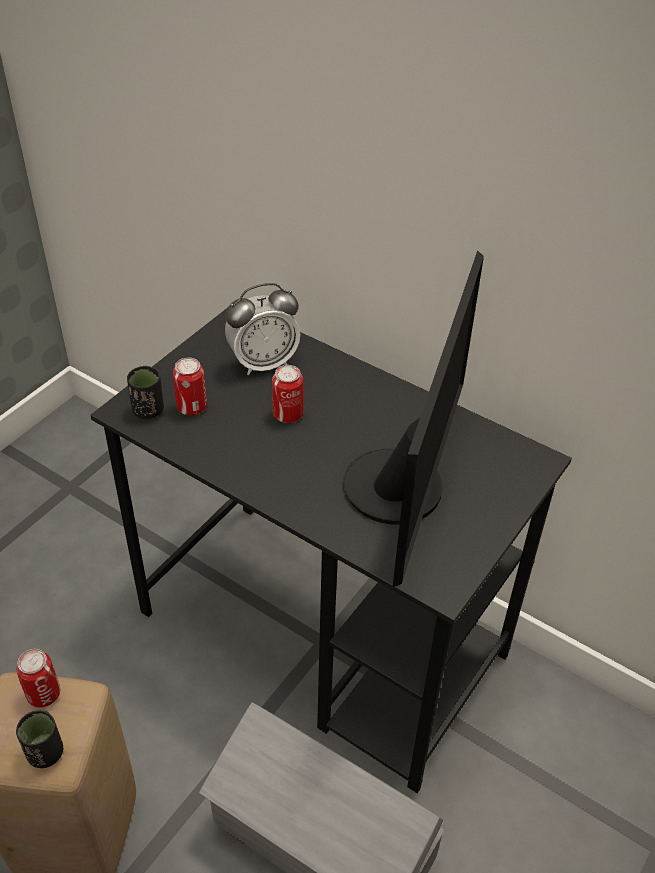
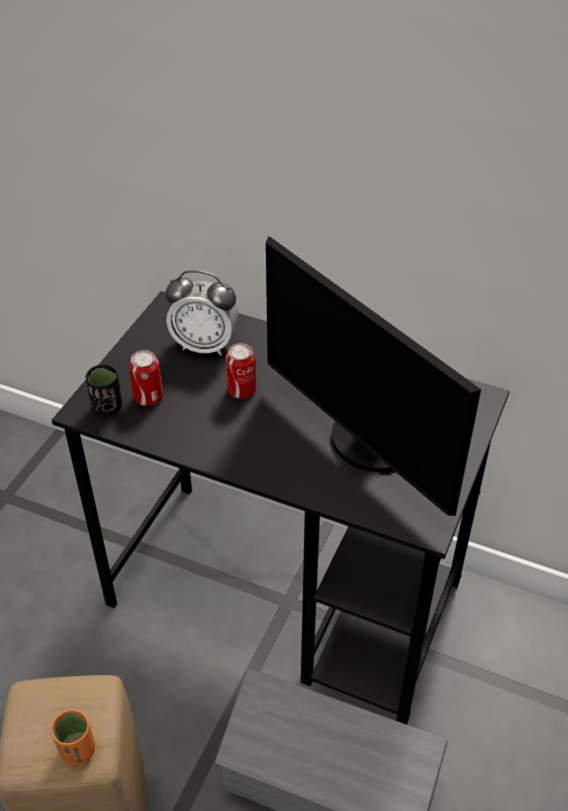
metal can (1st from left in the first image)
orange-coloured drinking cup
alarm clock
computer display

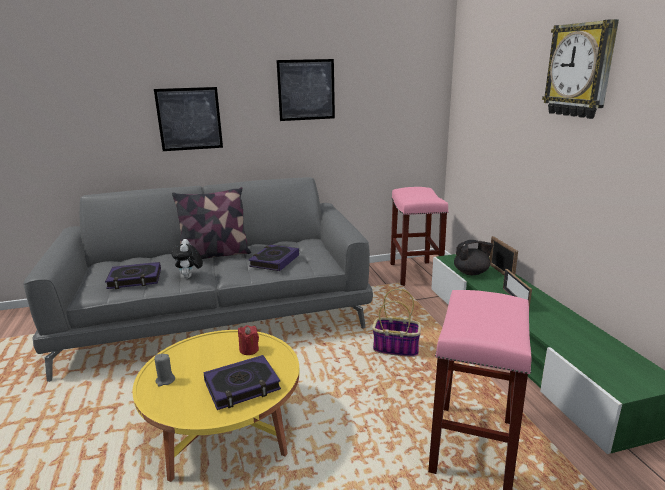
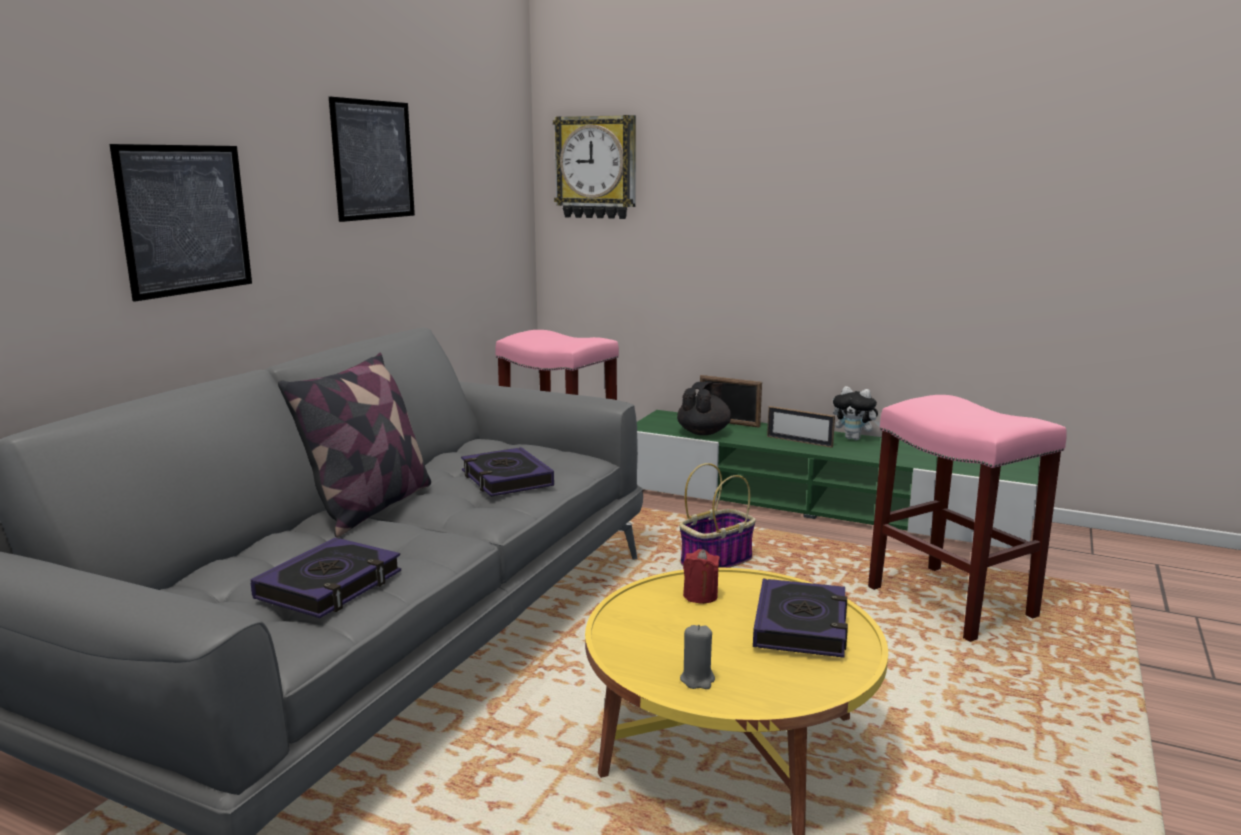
soft toy
wall clock

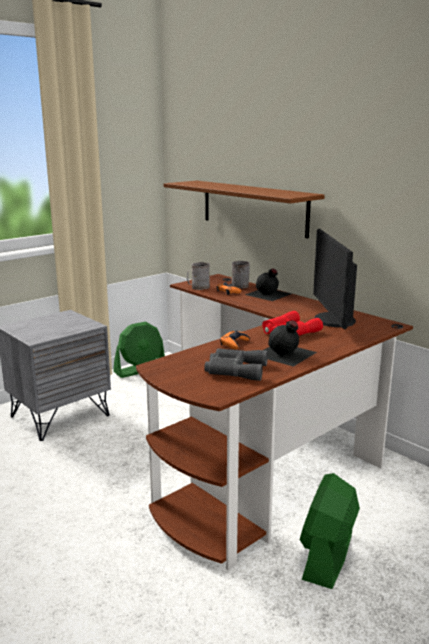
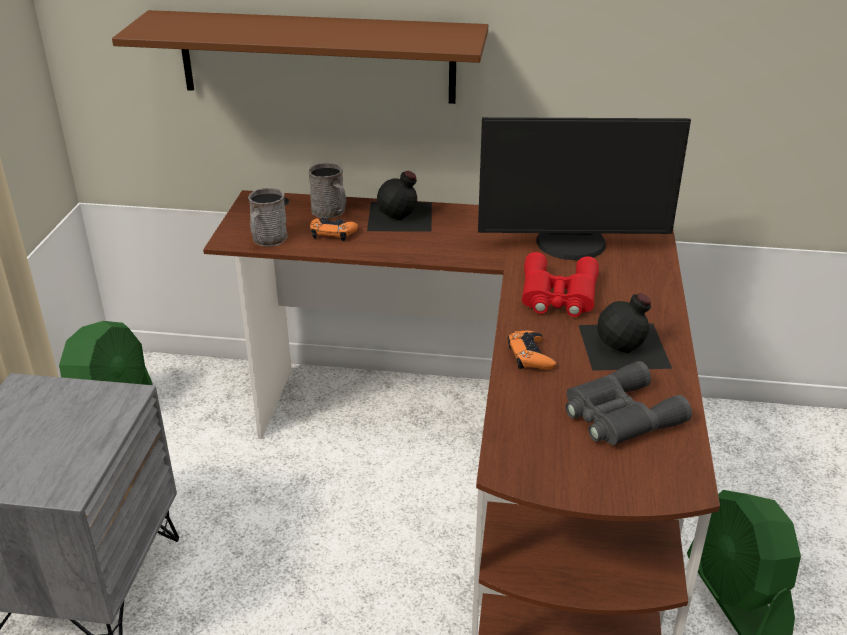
computer display

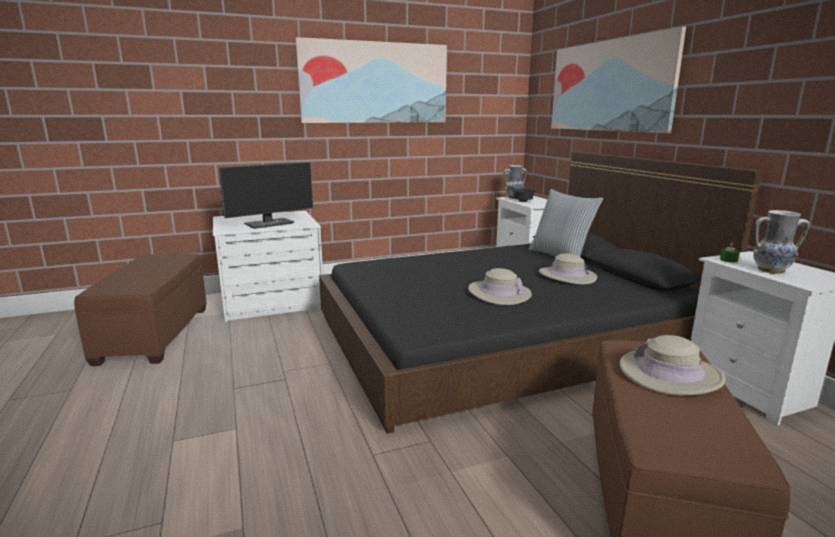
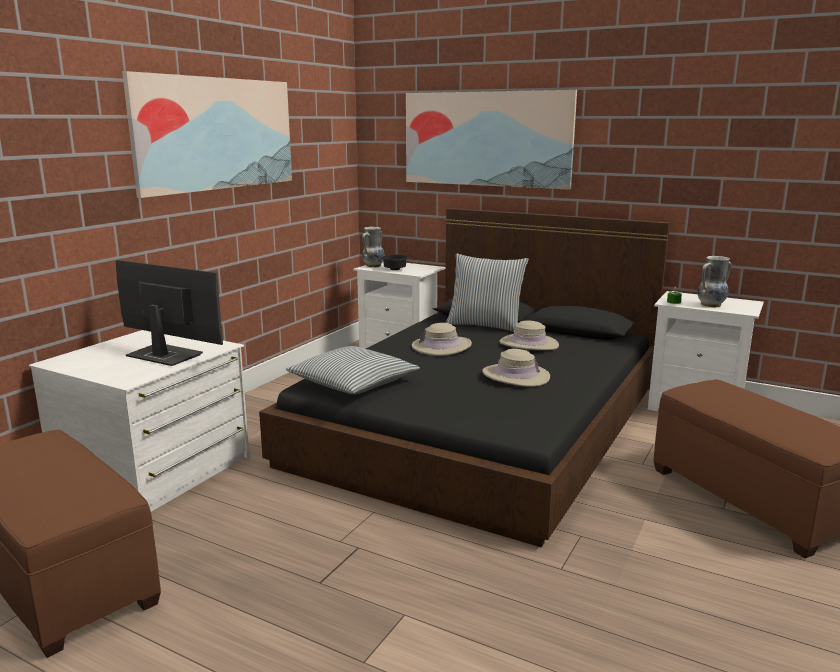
computer display
beige-coloured clothing hat (1st from left)
throw pillow (1st from left)

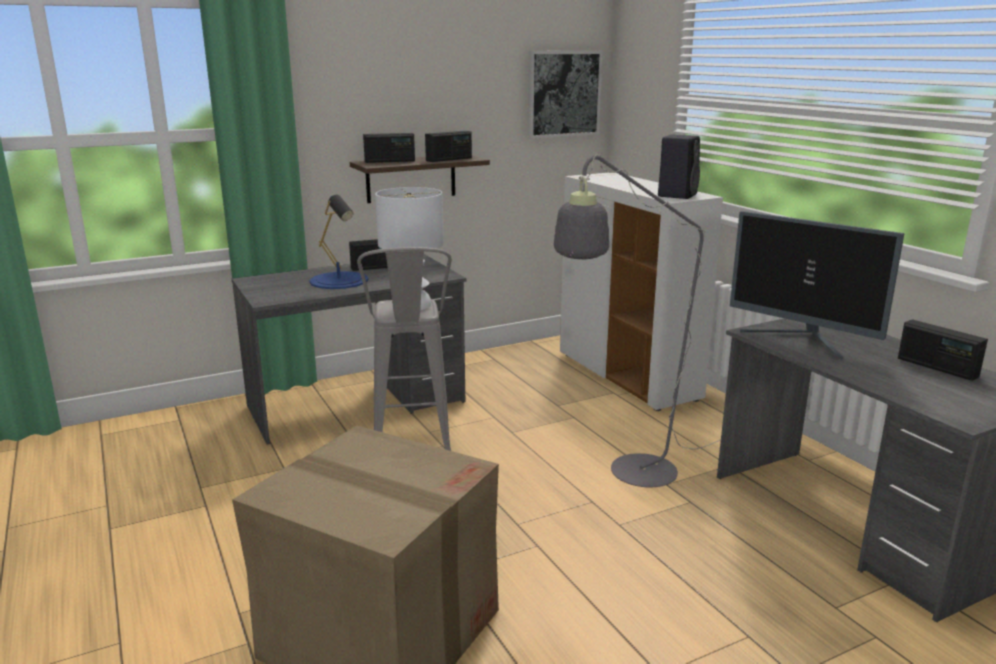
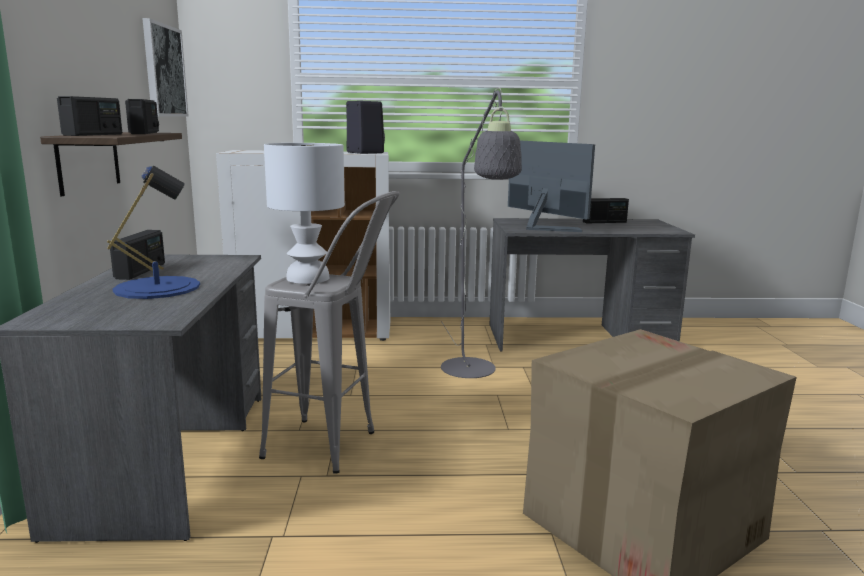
computer display

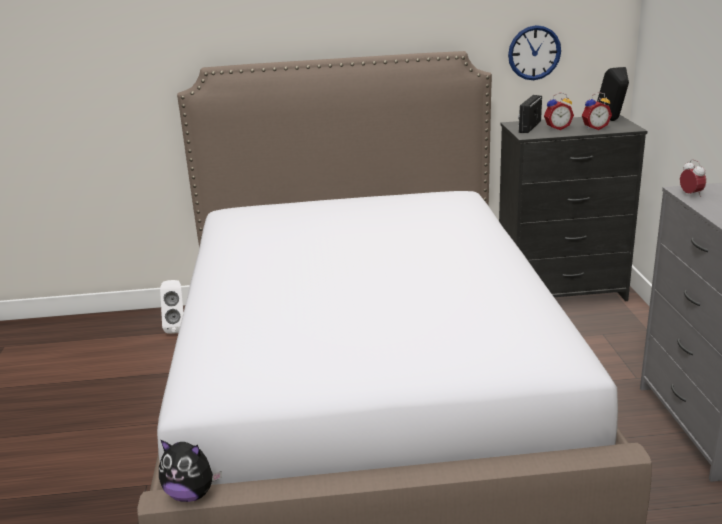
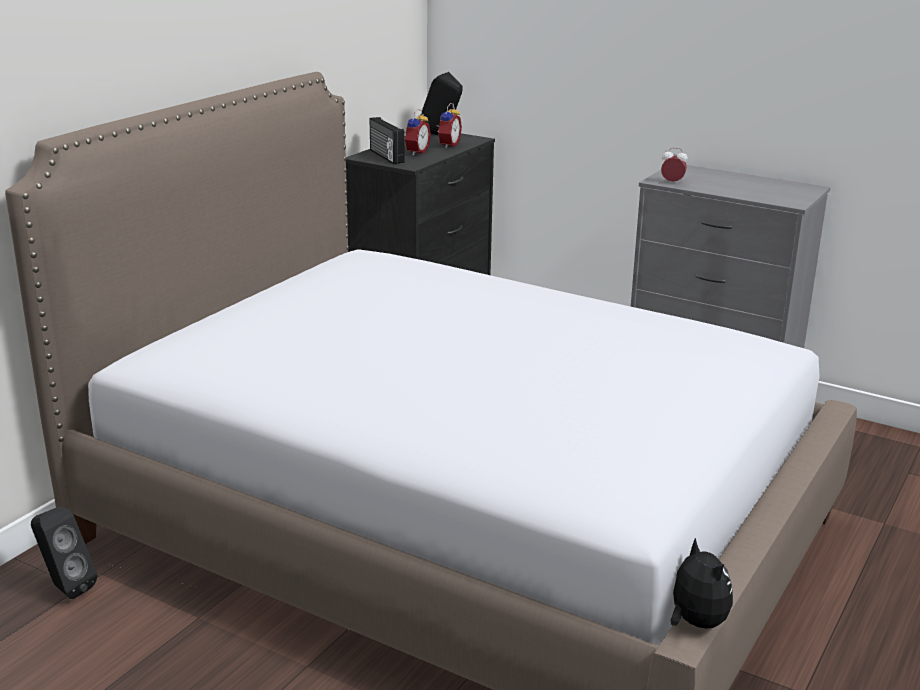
soft toy
blackish audio speaker (1st from left)
wall clock

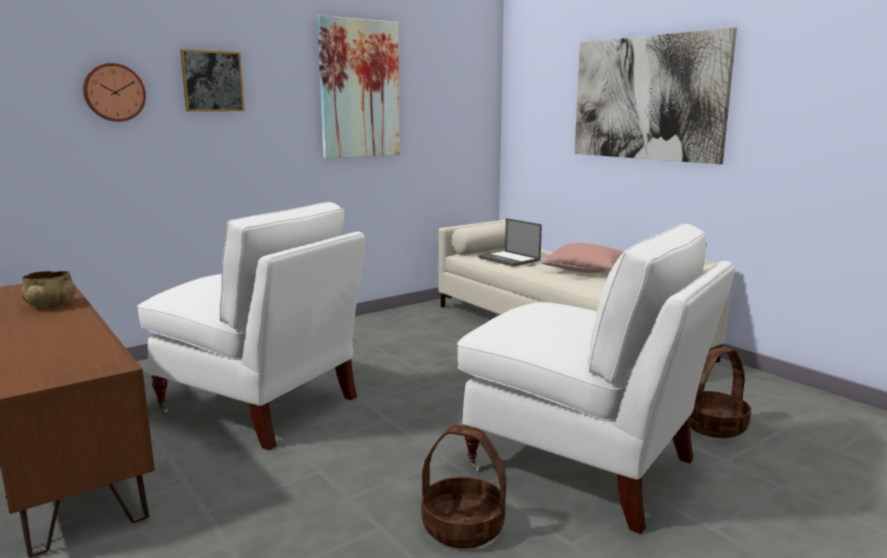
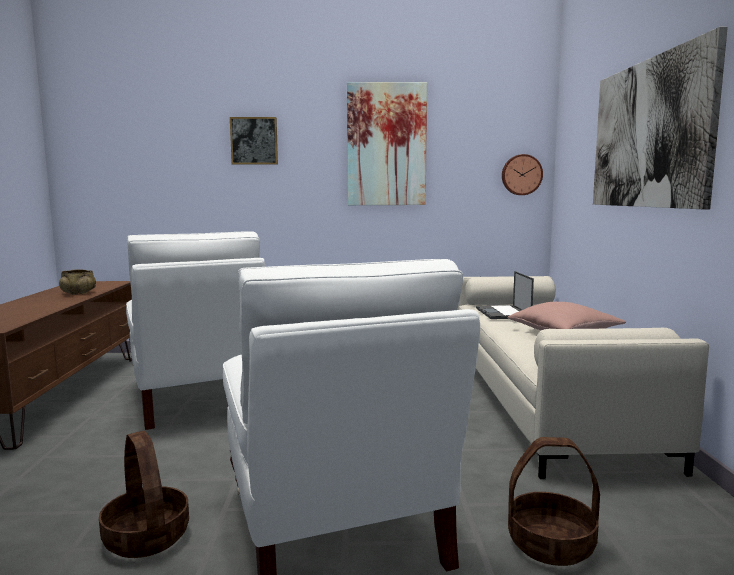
wall clock

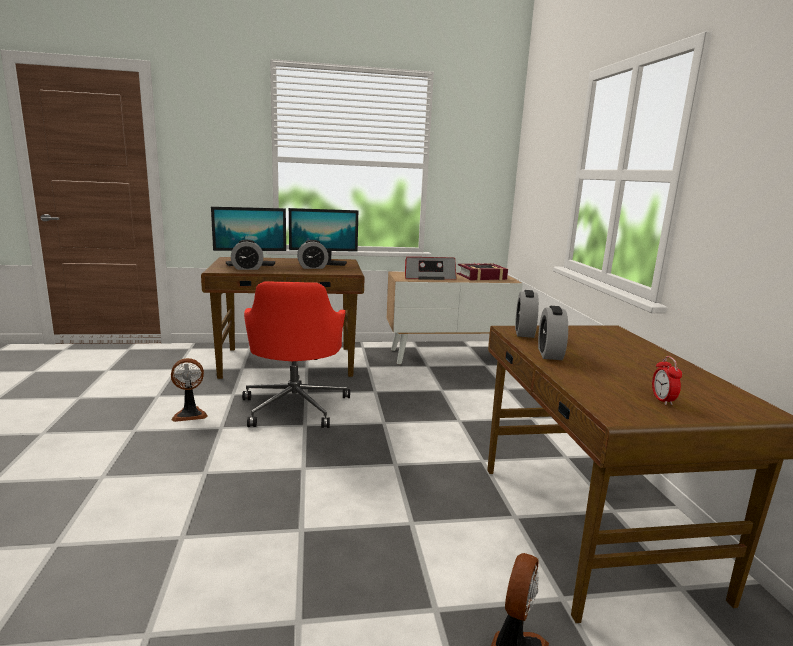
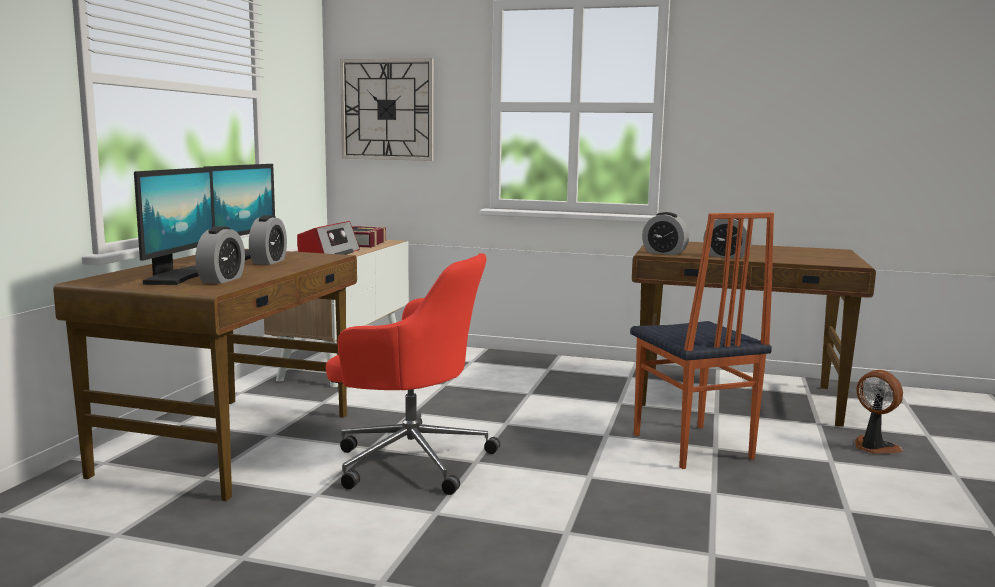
cooling fan (1st from left in the first image)
alarm clock (5th from left in the first image)
wall clock
plain chair

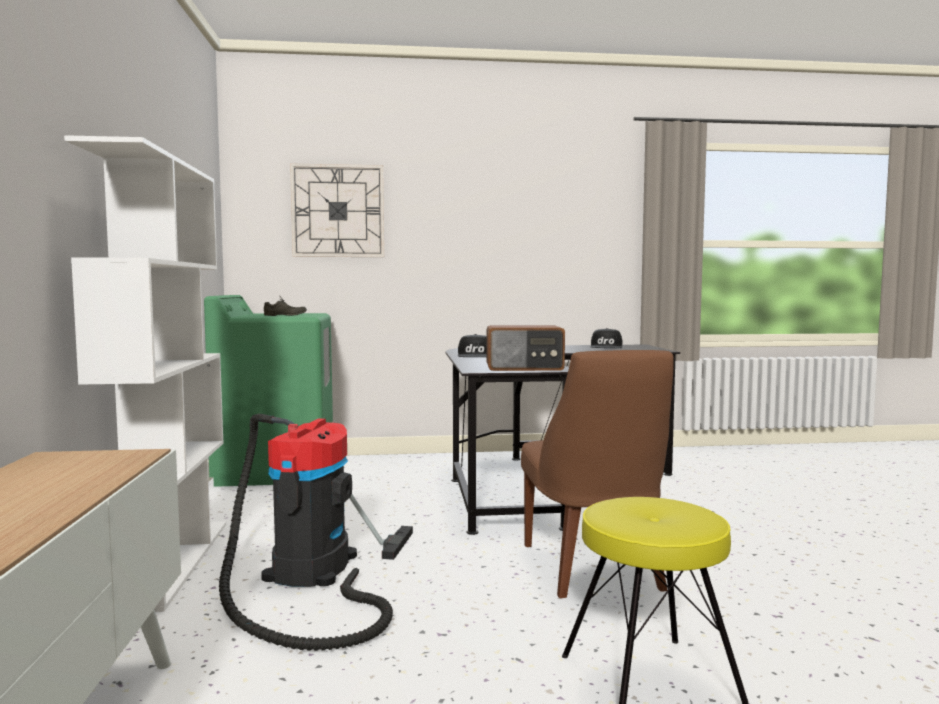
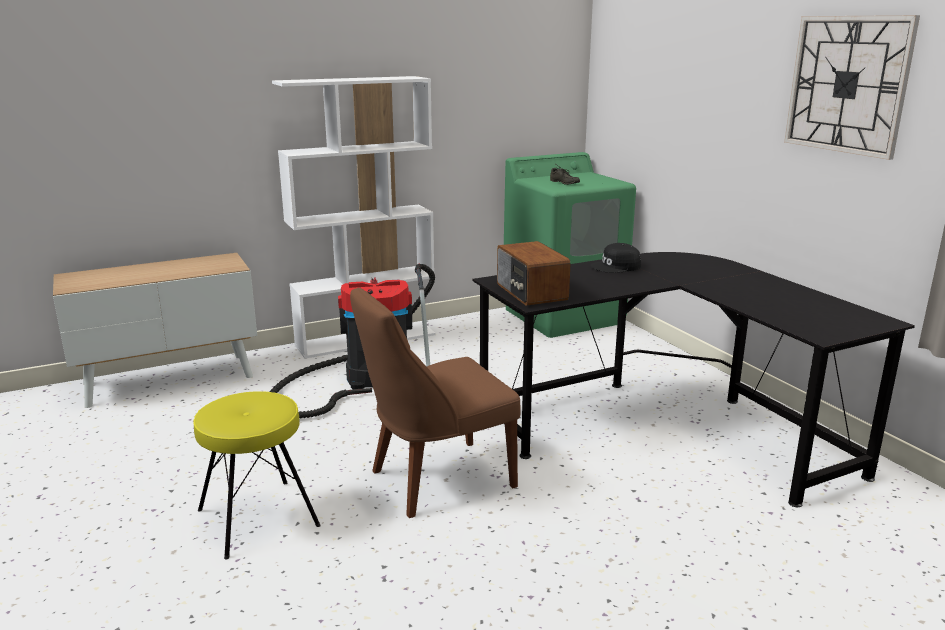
wall clock
blackish peaked cap (2nd from left in the first image)

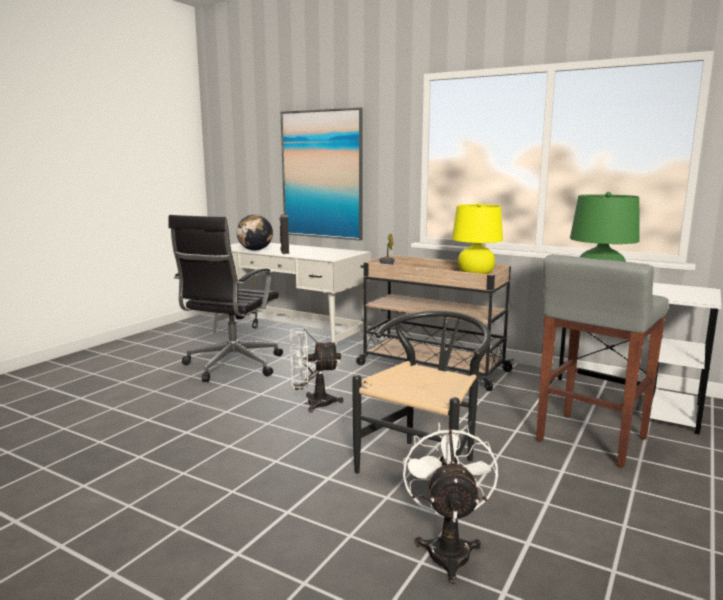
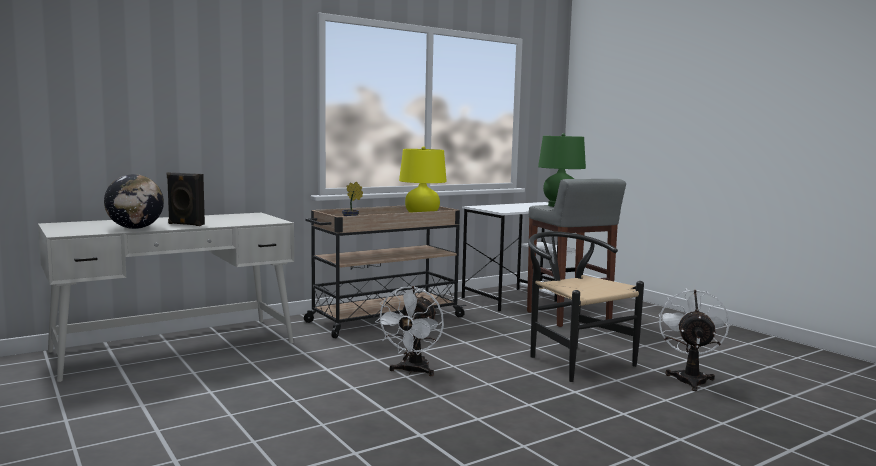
blackish computer chair
picture
white-coloured cooling fan (2nd from left)

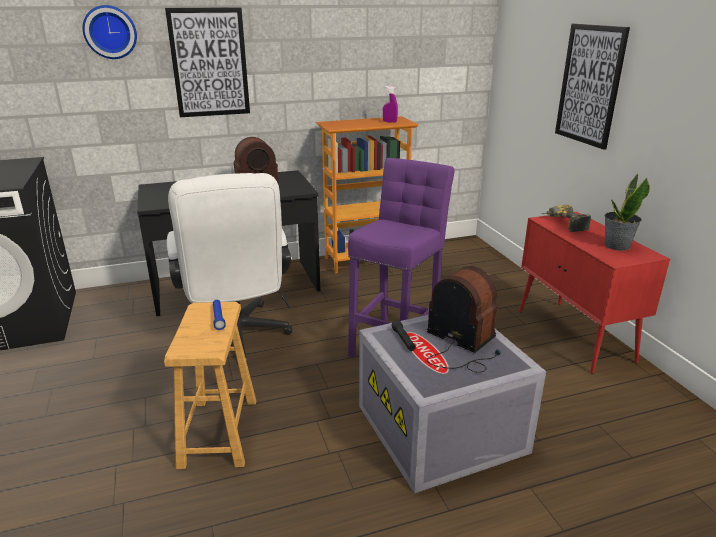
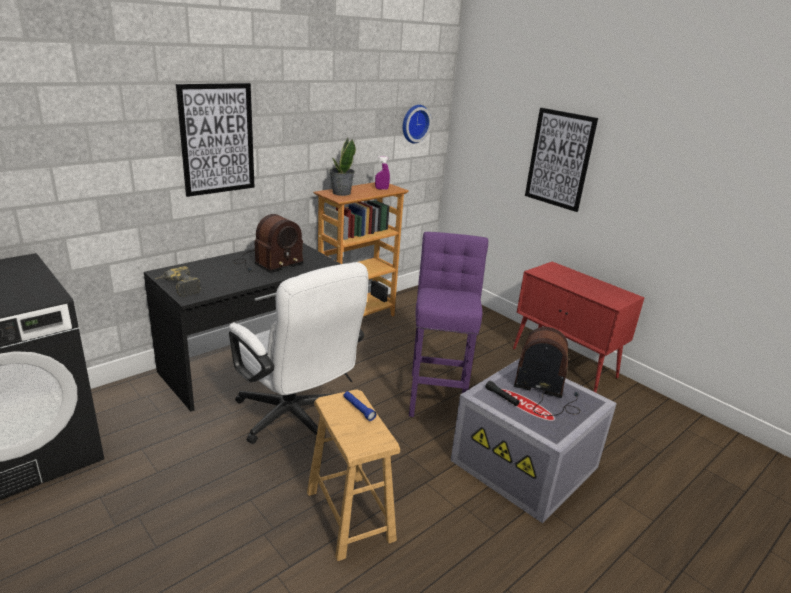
wall clock
drill
houseplant

